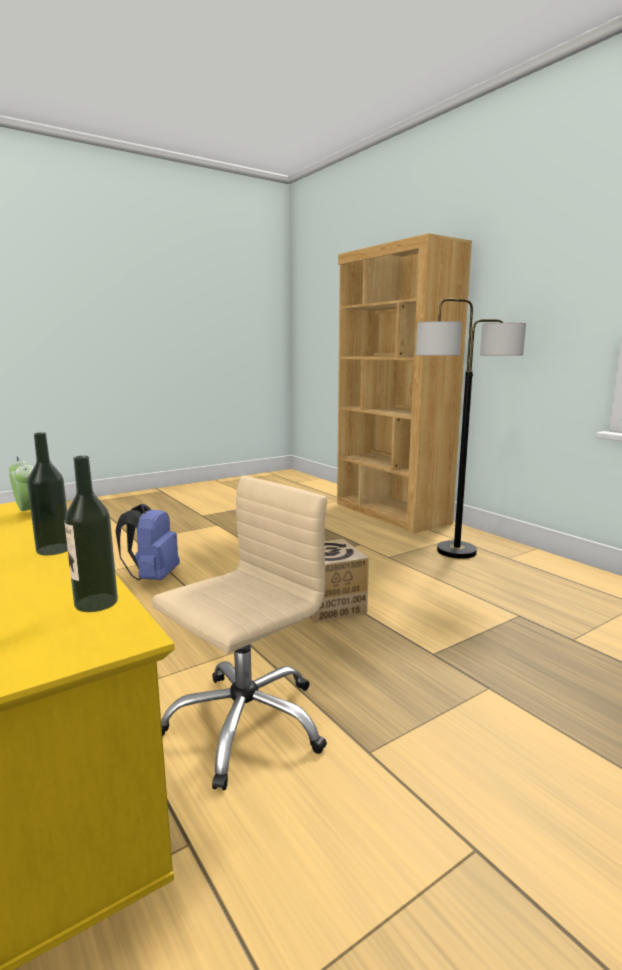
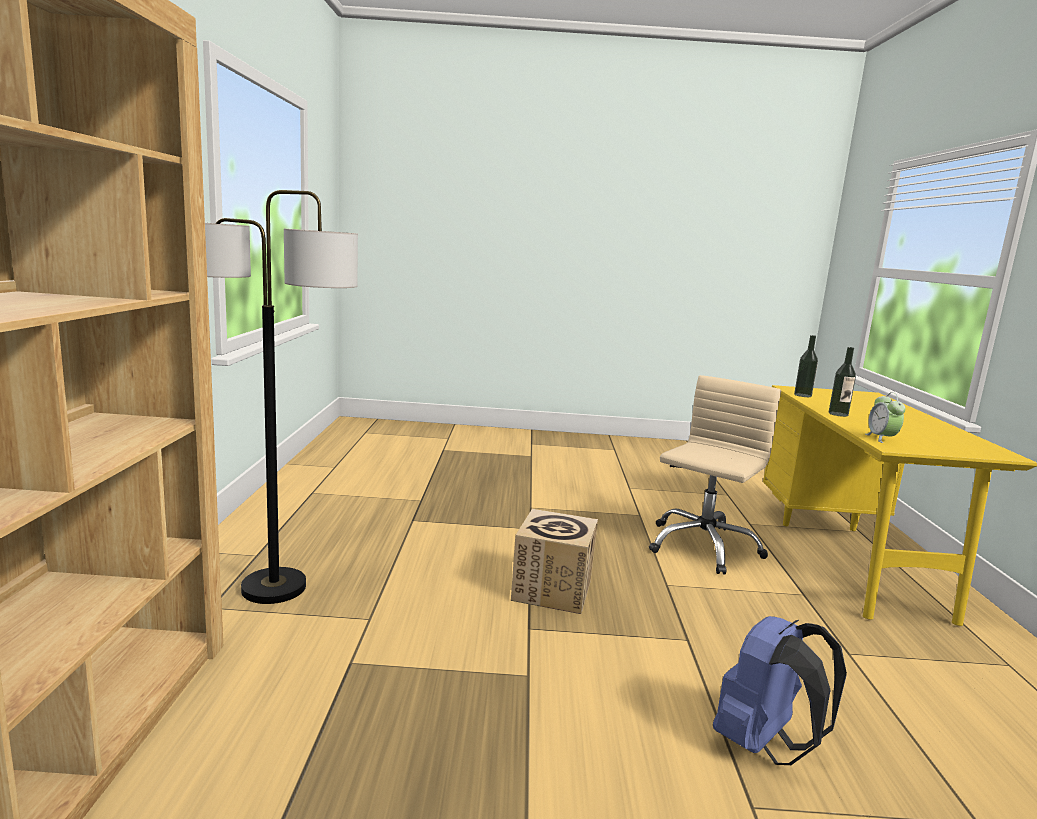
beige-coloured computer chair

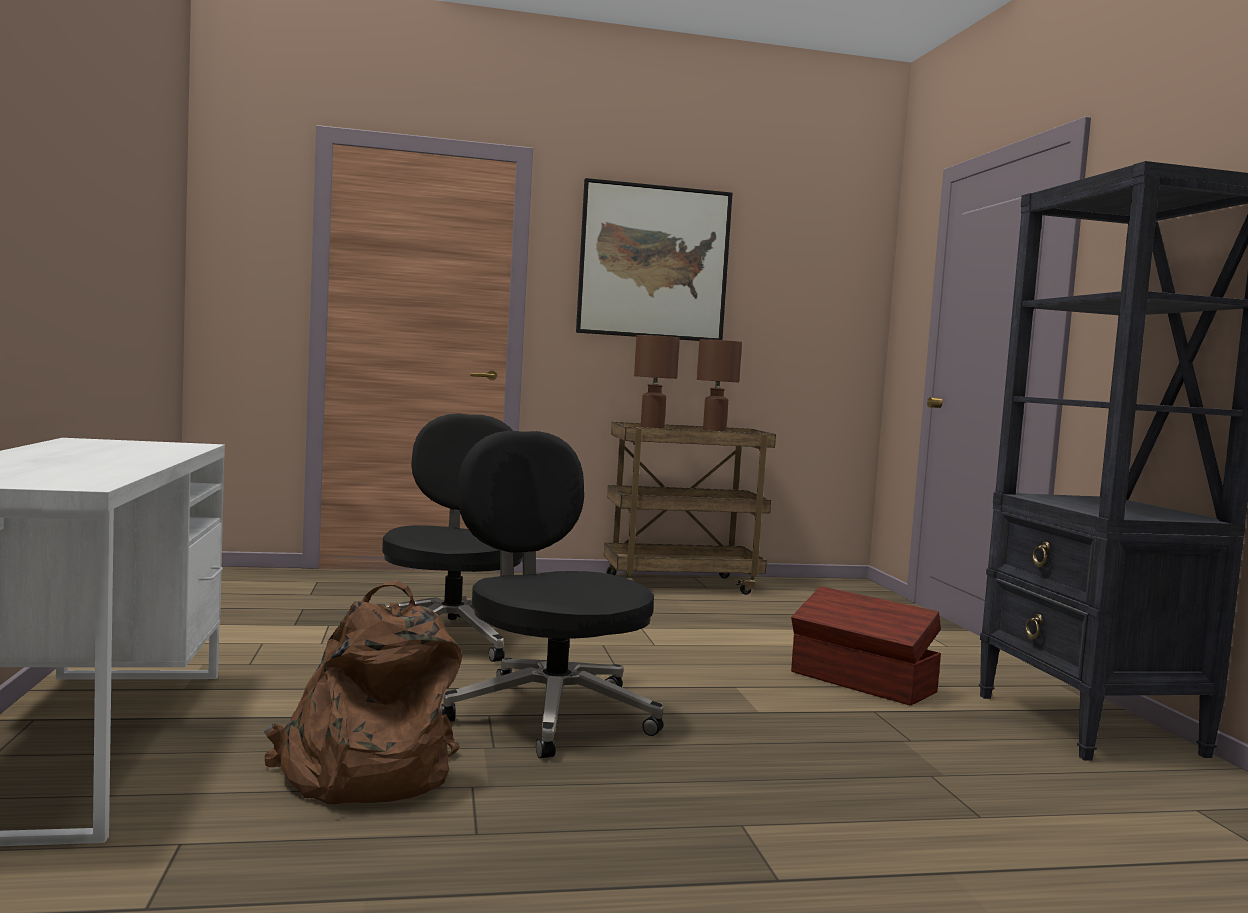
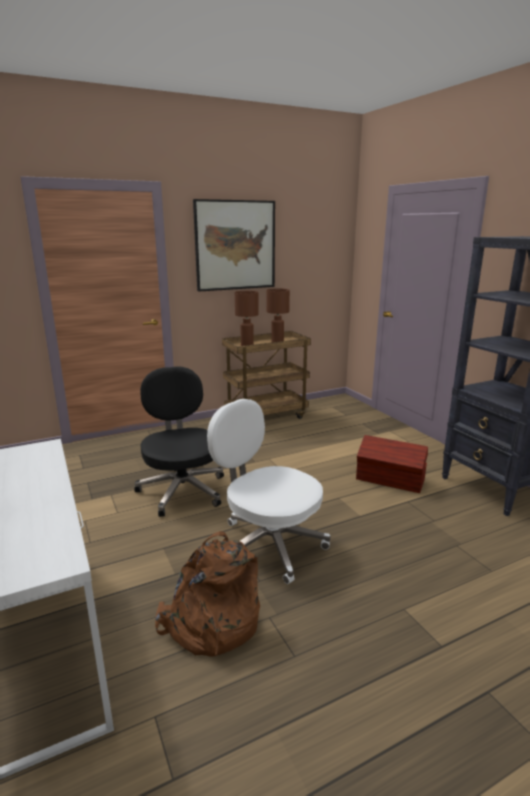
white-coloured computer chair

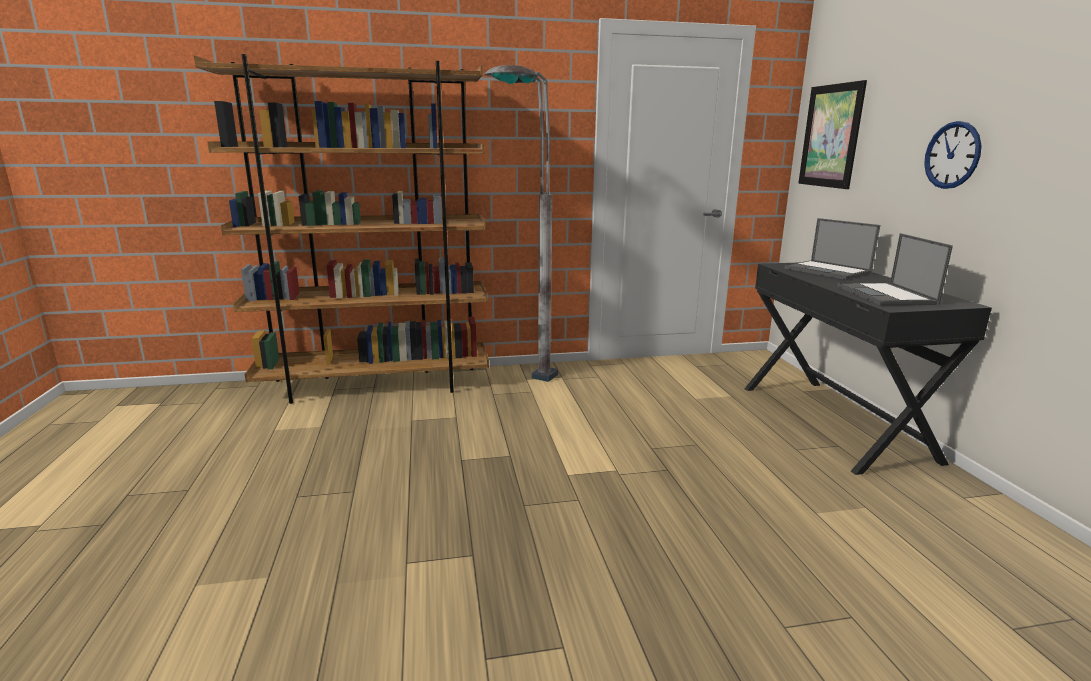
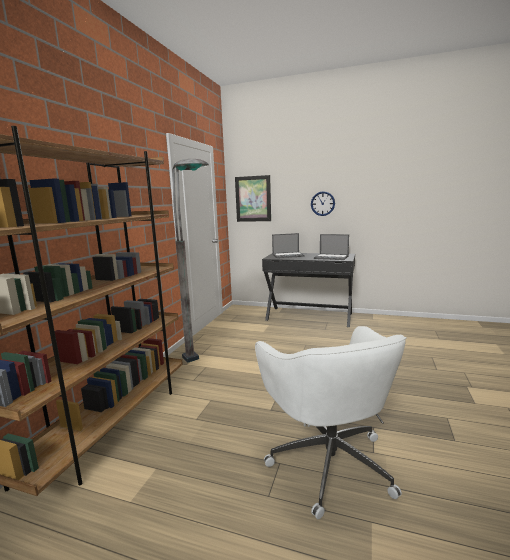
white-coloured computer chair

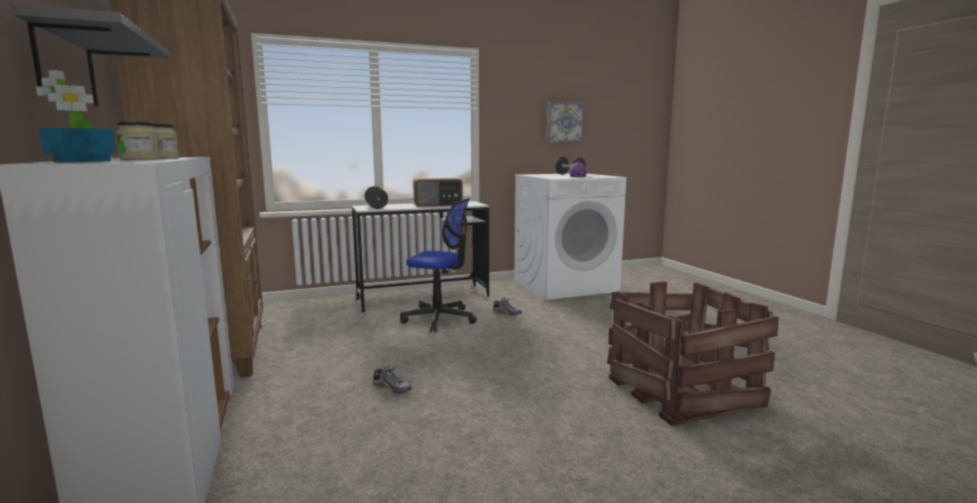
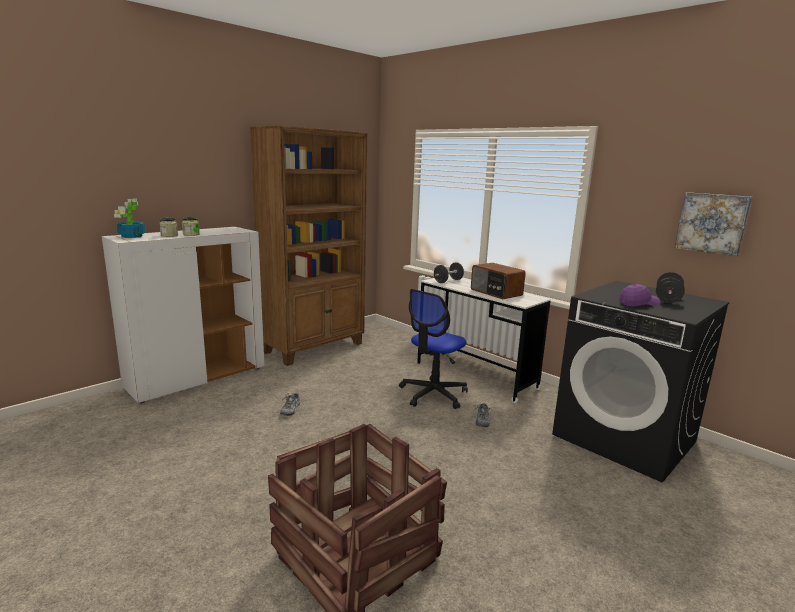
grey wall shelf
computer chair
blackish laundry machine

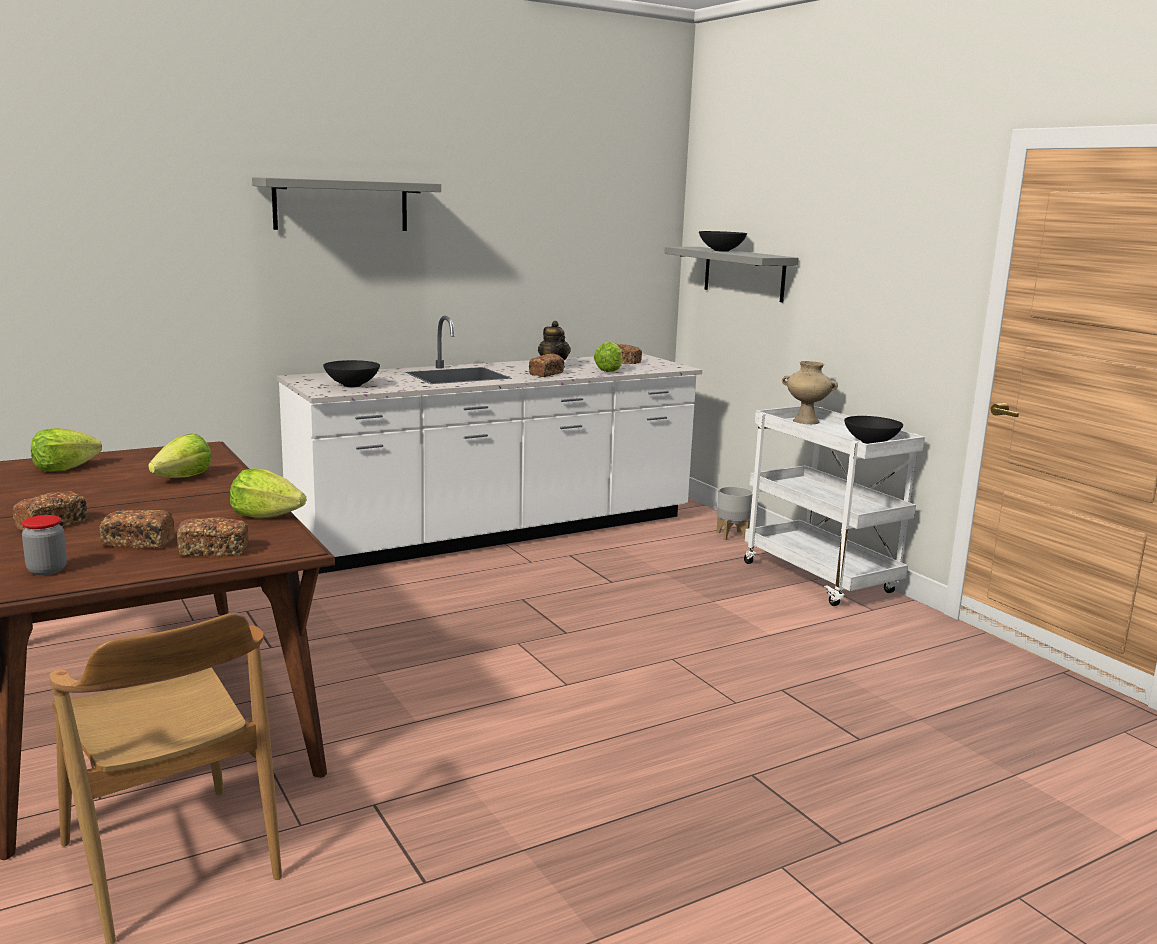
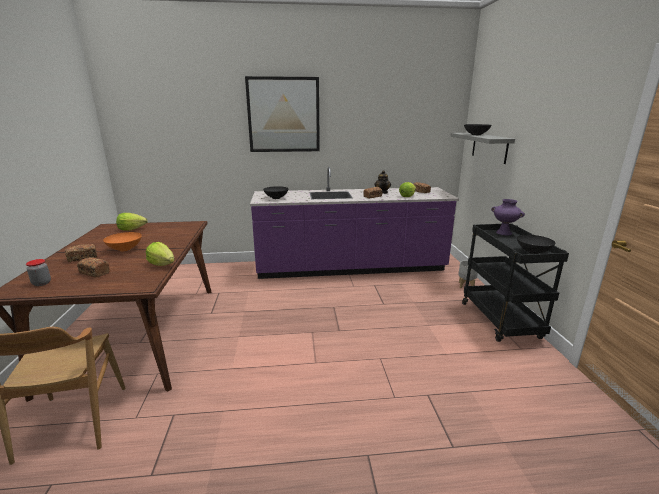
head of lettuce (2nd from left in the first image)
bakery bread (3rd from left in the first image)
picture
purple-coloured kitchen base unit
blackish trolley
purple-coloured vase
orange-coloured deep dish

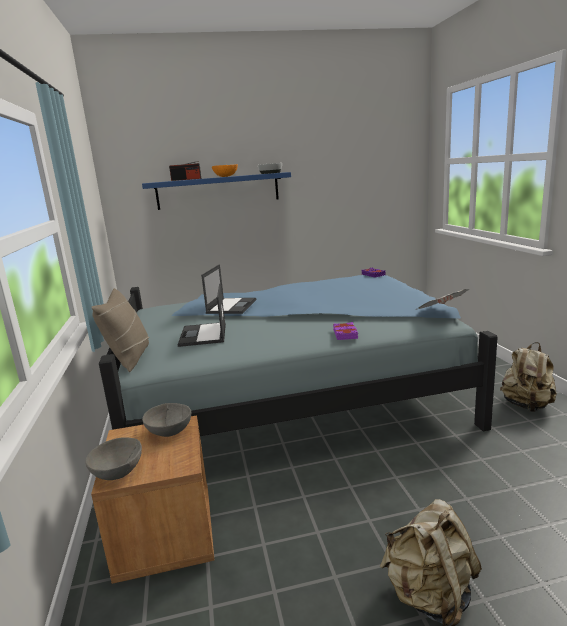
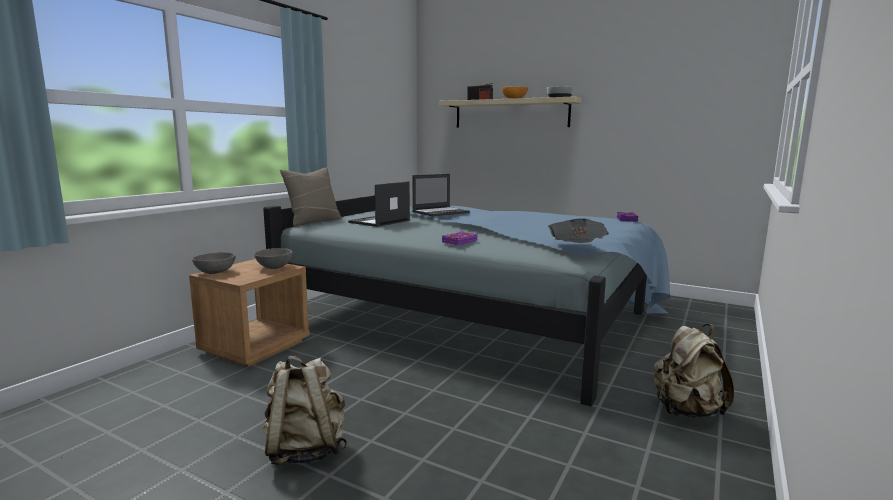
beige-coloured wall shelf

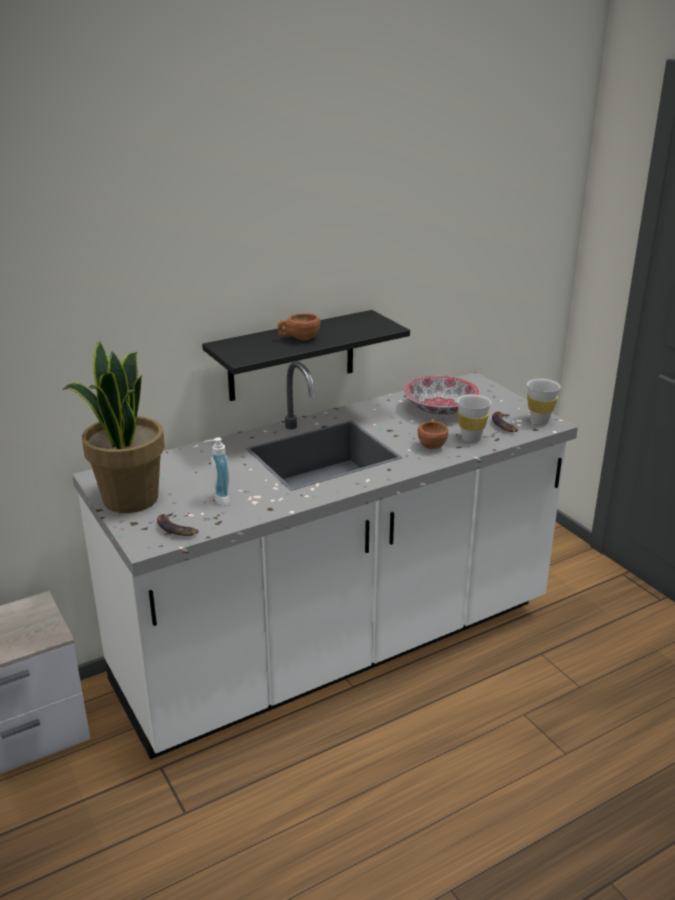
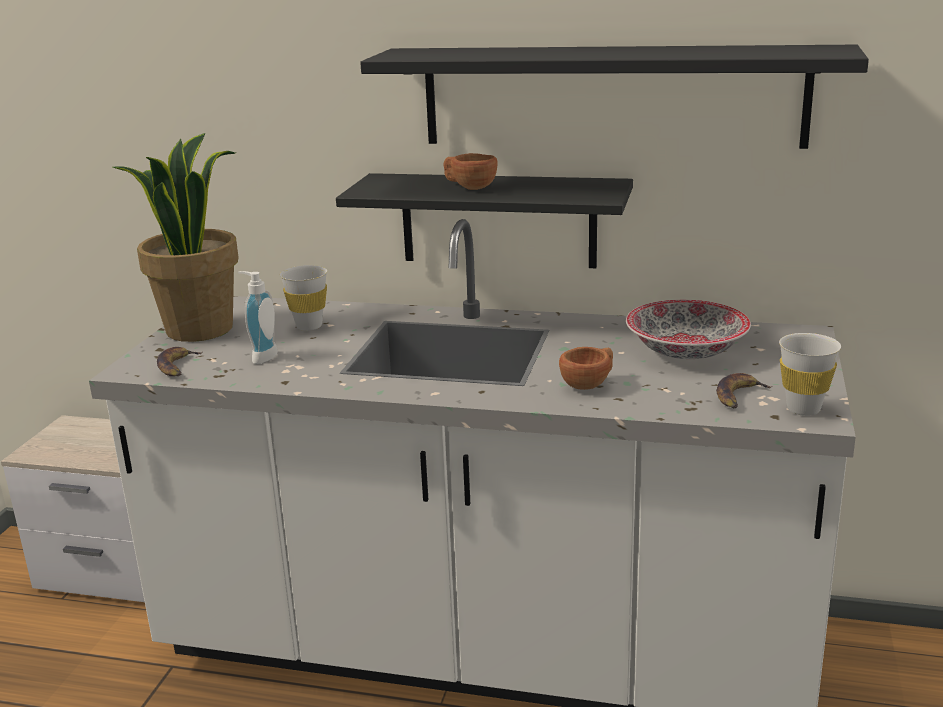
white-coloured drinking cup (1st from left)
blackish wall shelf (2nd from left)

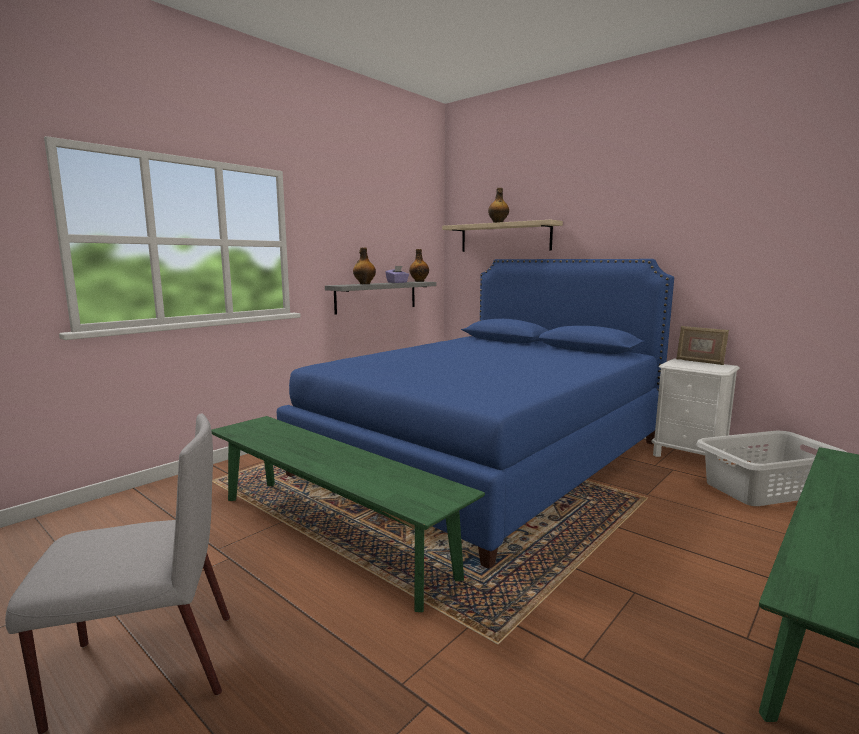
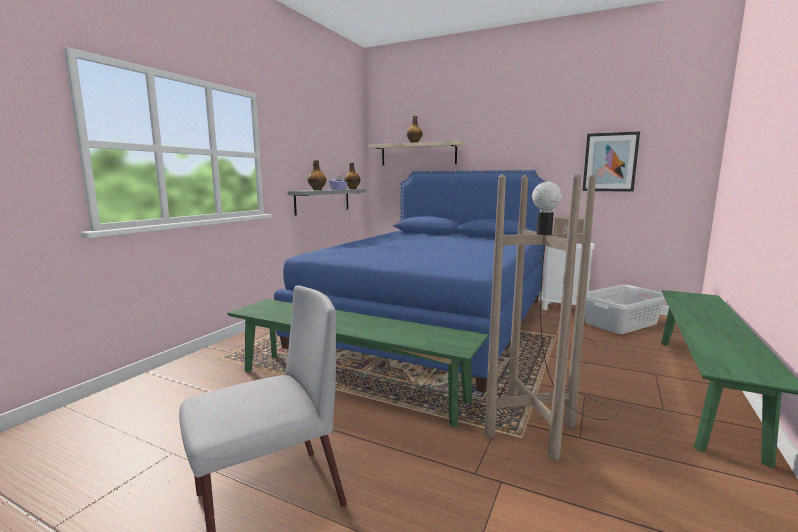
brown standard lamp
picture

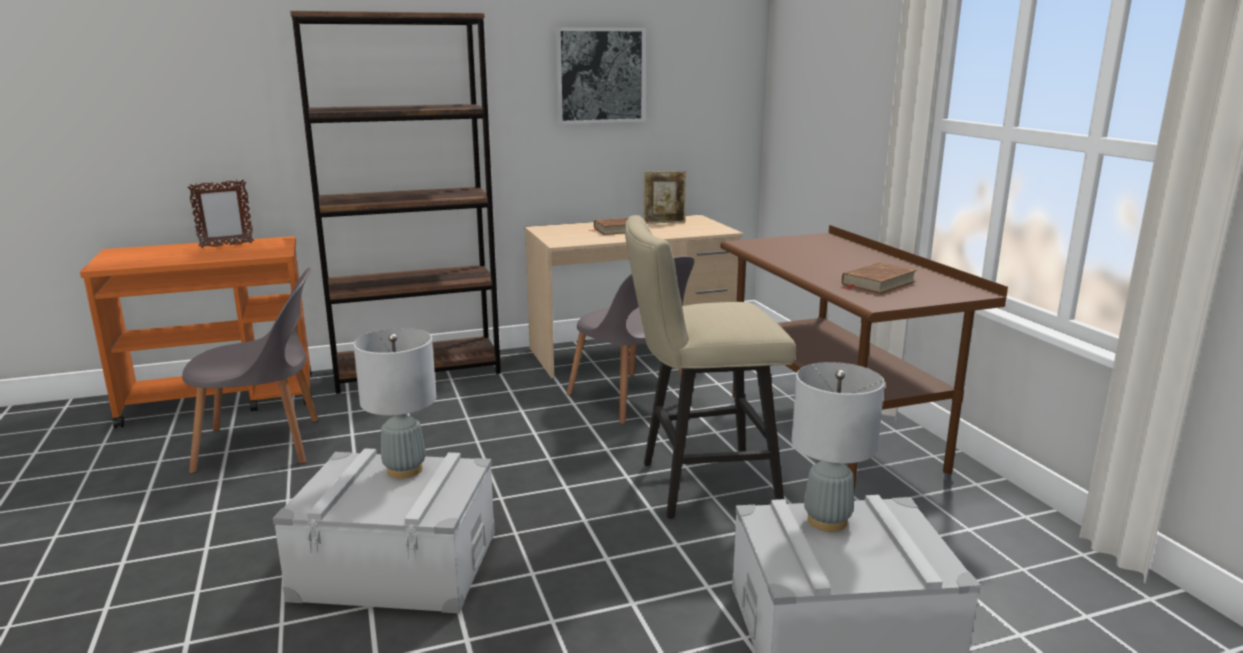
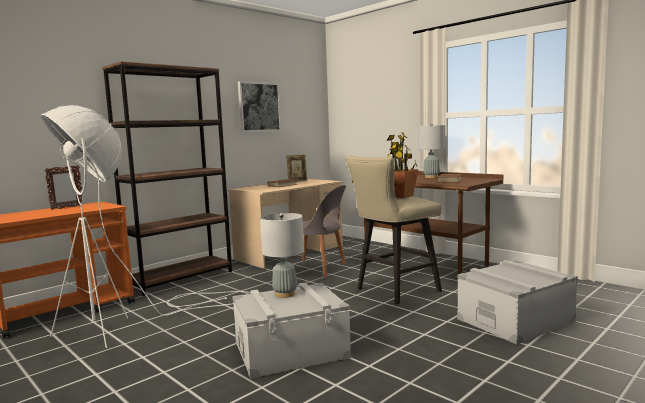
white-coloured standard lamp
grey table lamp (2nd from left)
houseplant

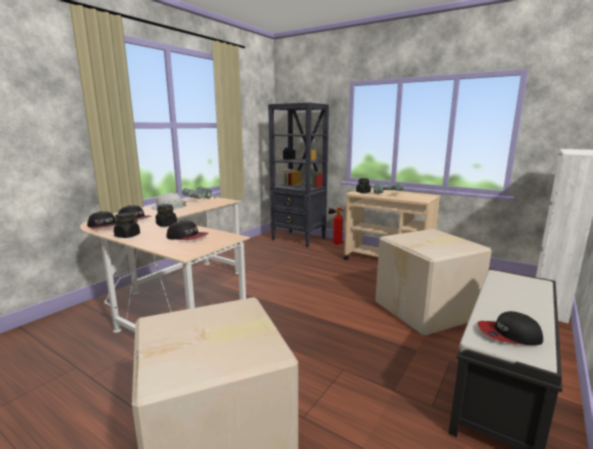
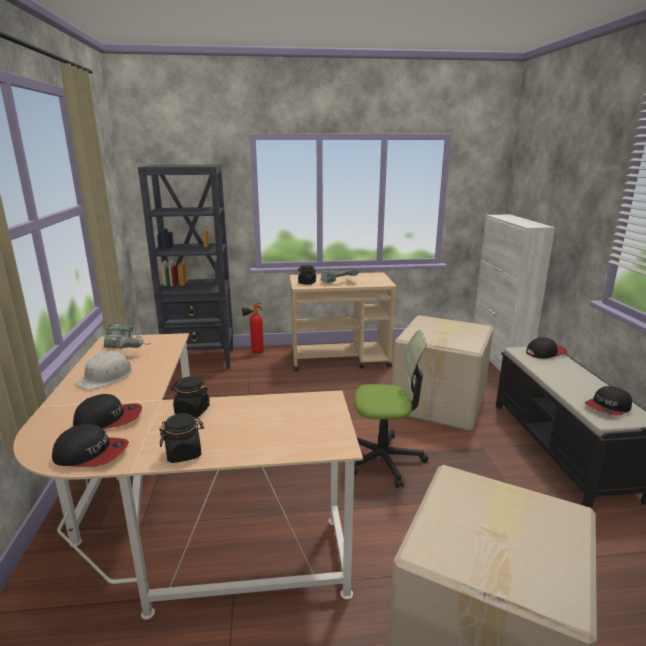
peaked cap (3rd from left)
computer chair

